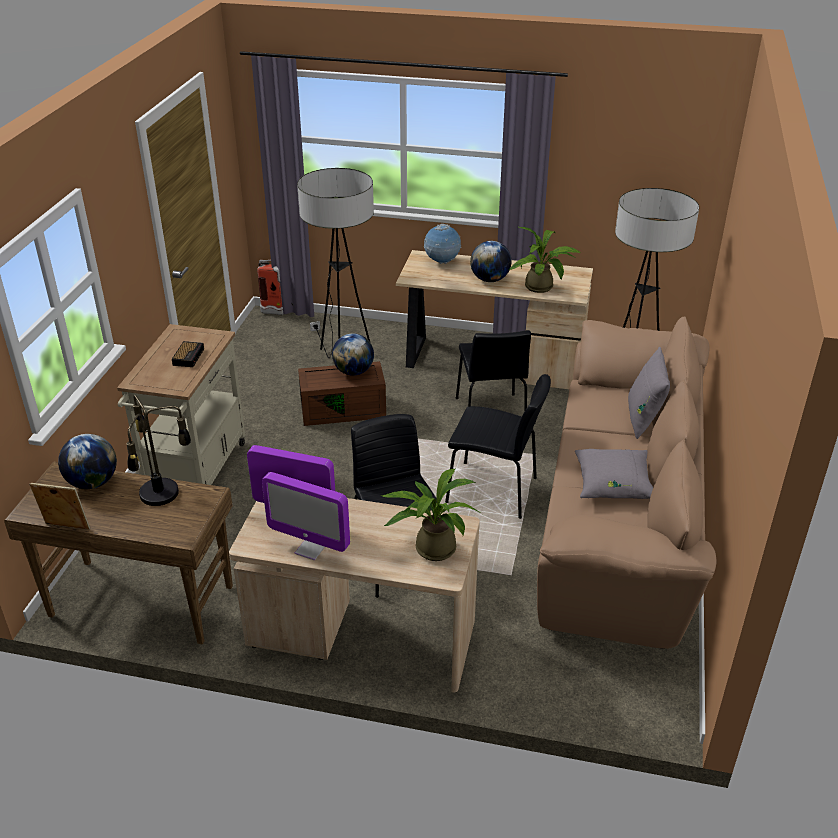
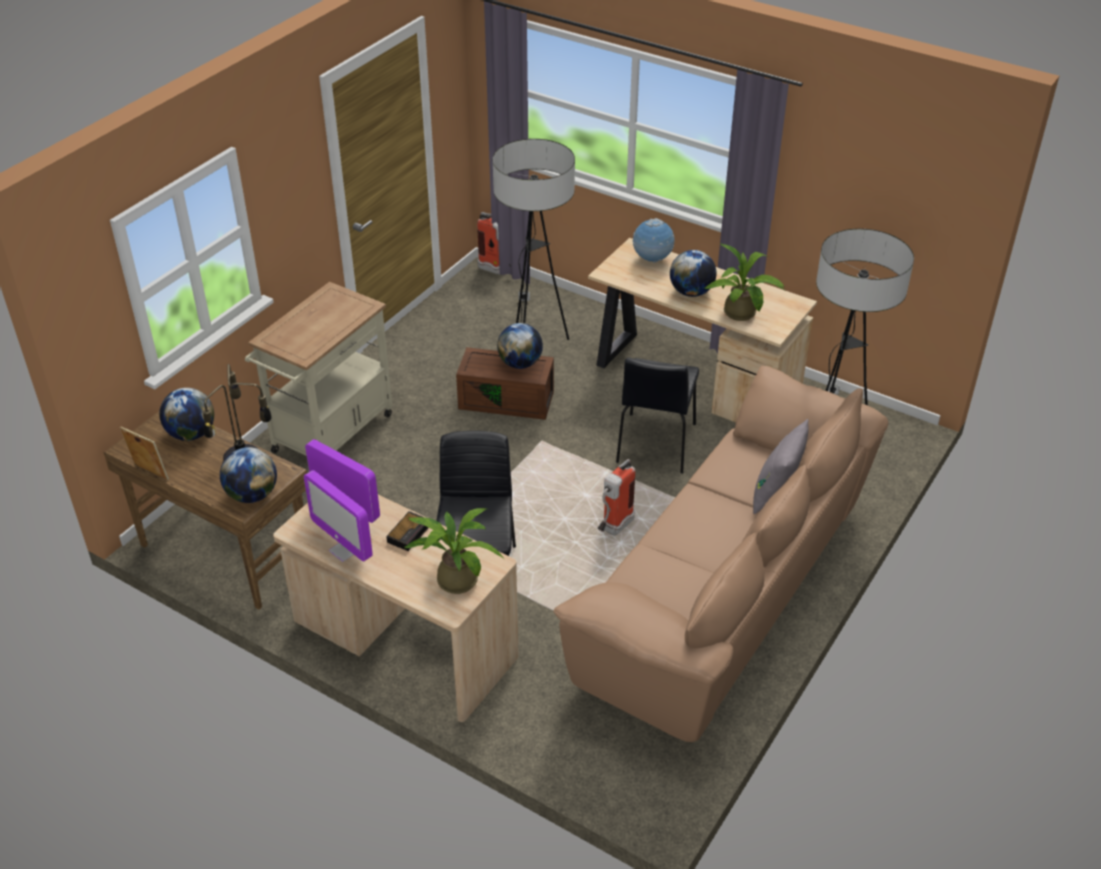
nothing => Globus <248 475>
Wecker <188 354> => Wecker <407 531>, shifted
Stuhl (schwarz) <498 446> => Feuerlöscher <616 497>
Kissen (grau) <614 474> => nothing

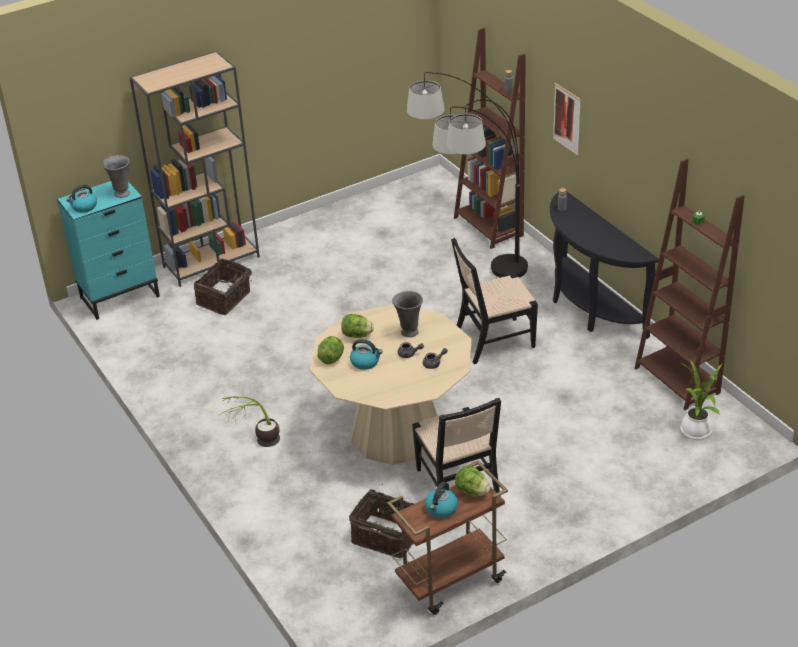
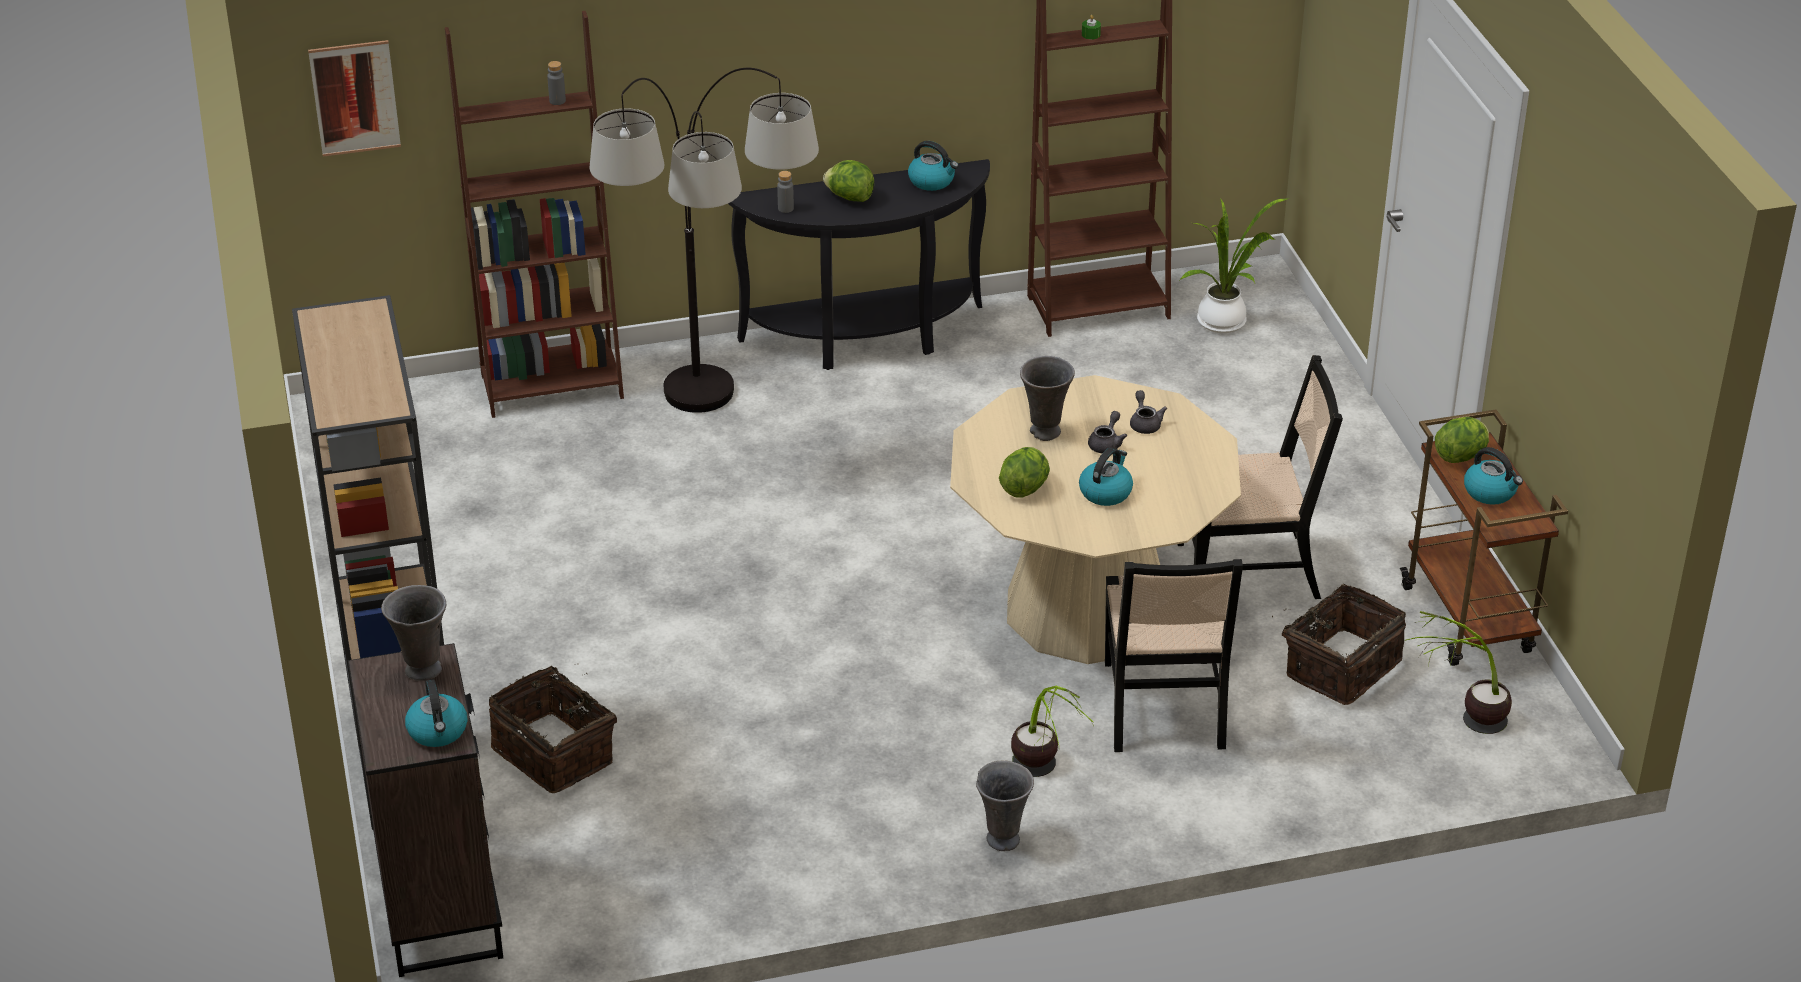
Bild <567 119> => Bild <354 98>, shifted
Kommode (türkis) <108 250> => Kommode (braun) <425 810>
Salatkopf <330 350> => Salatkopf <848 181>, shifted
nothing => Wasserkessel <933 166>
nothing => Vase (grau) <1005 806>
Stuhl <494 301> => Stuhl <1174 655>, shifted
nothing => Topfpflanze <1459 672>

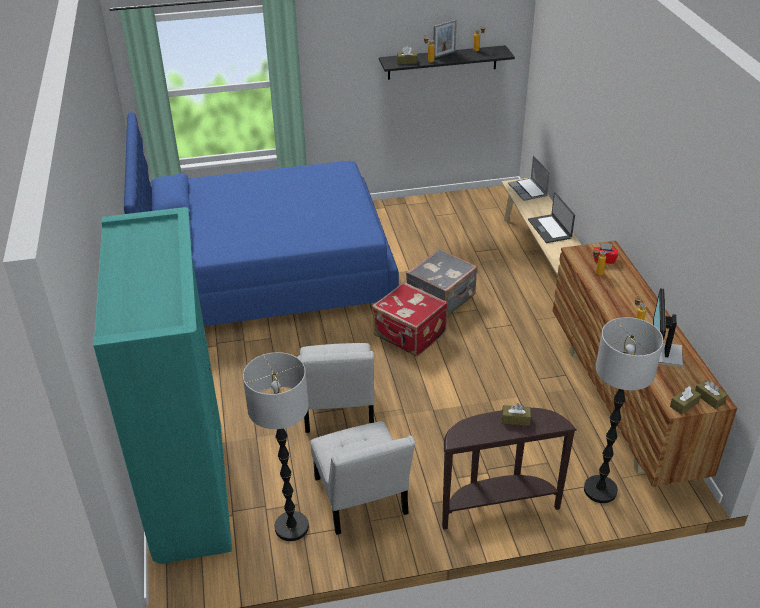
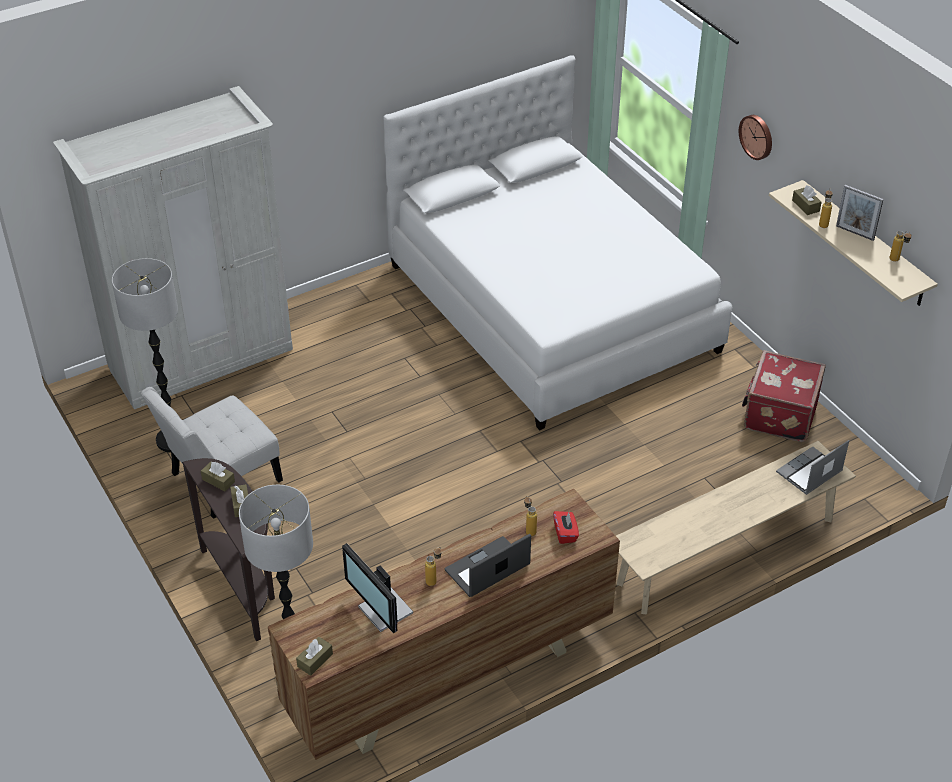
Kleiderschrank (türkis) <162 385> => Kleiderschrank (weiß) <173 247>
Taschentuchbox (braun) <685 400> => Taschentuchbox (braun) <218 476>, shifted
Monitor <668 327> => Monitor <377 588>, 120 degrees counterclockwise
Bett (blau) <261 219> => Bett (weiß) <557 242>
Laptop <551 217> => Laptop <487 565>, shifted
nothing => Wanduhr <755 137>
Koffer (rot) <410 319> => Koffer (rot) <784 396>, shifted
Wandregal (schwarz) <447 62> => Wandregal (beige) <853 243>
Stuhl (weiß) <336 388> => nothing
Koffer (grau) <442 283> => nothing

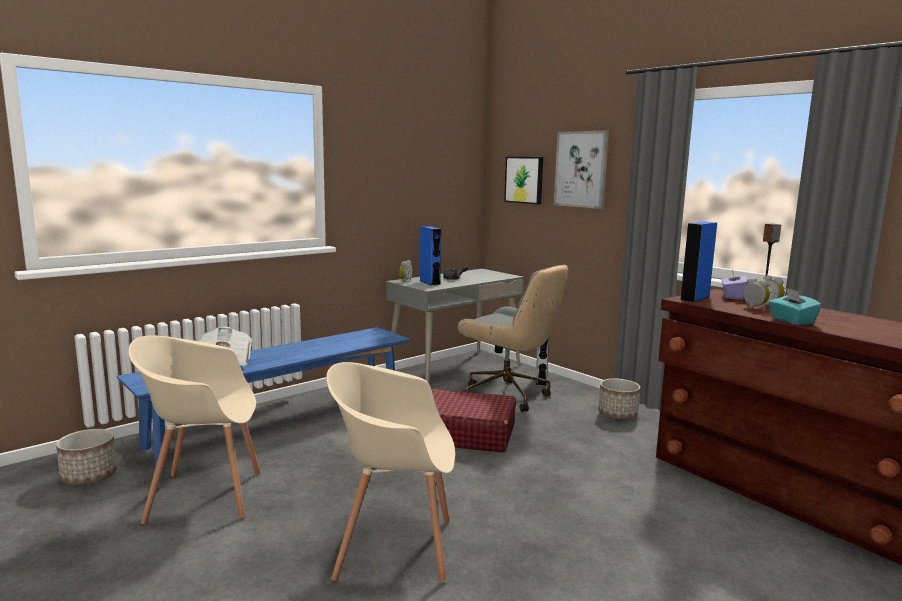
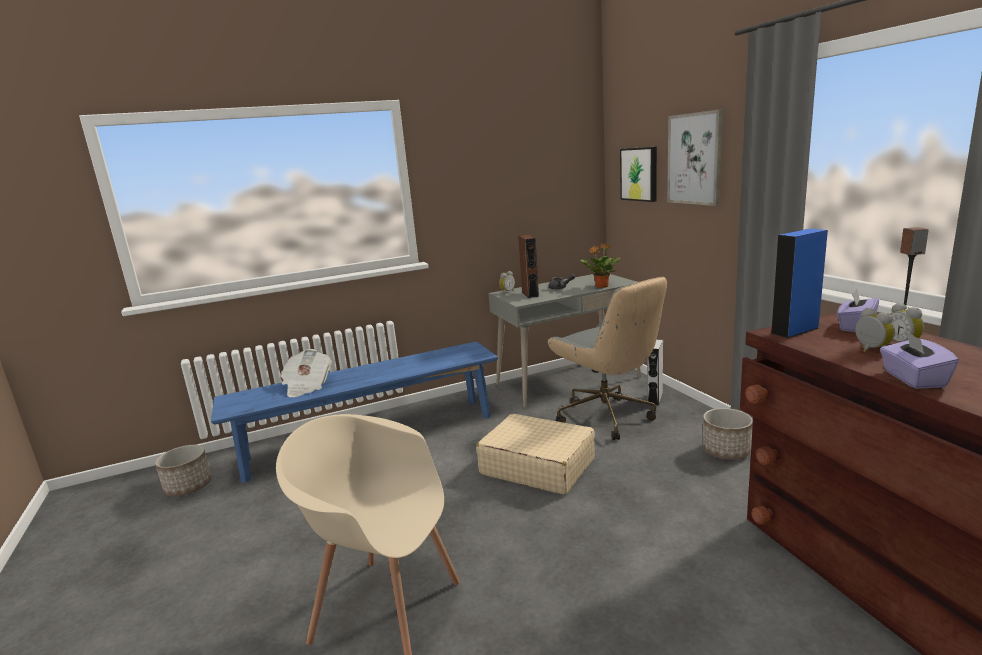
Koffer (rot) <474 420> => Koffer (beige) <535 454>
Lautsprecher (blau) <430 256> => Lautsprecher (braun) <528 266>
nothing => Topfpflanze <600 266>
Taschentuchbox (türkis) <795 306> => Taschentuchbox (lila) <919 360>
Stuhl (beige) <194 429> => nothing

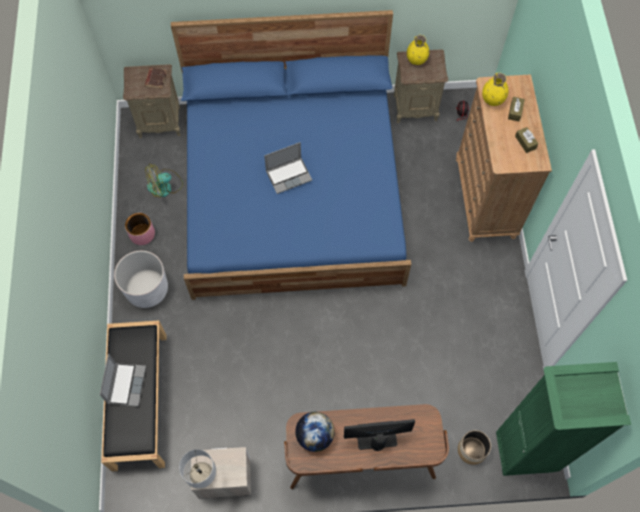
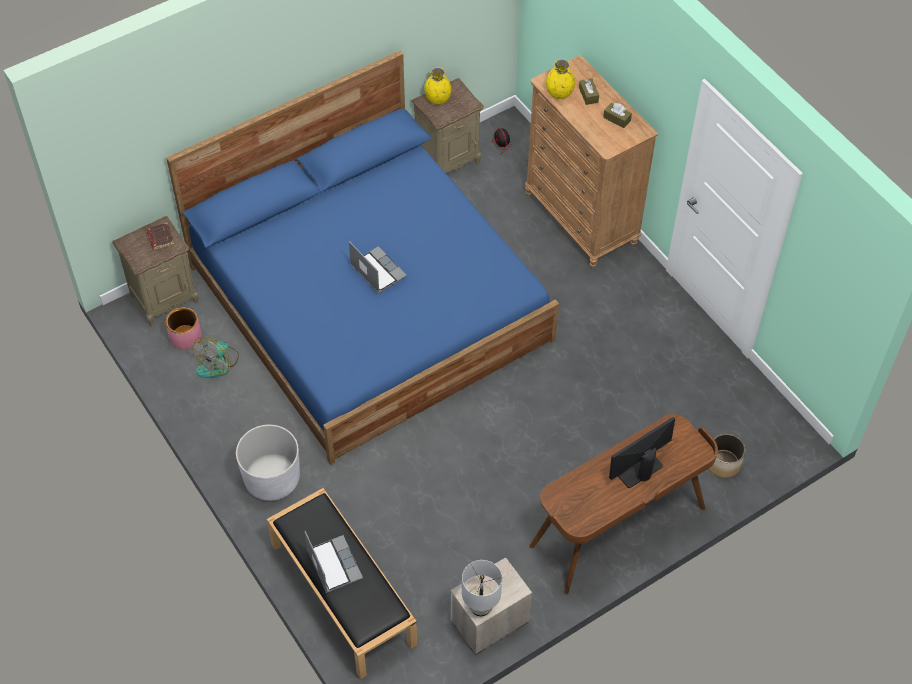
Pflanzkübel (rosa) <140 229> => Pflanzkübel (rosa) <184 328>, shifted
Laptop <288 168> => Laptop <378 267>, 75 degrees counterclockwise
Globus <315 432> => nothing
Schrank (grün) <563 419> => nothing

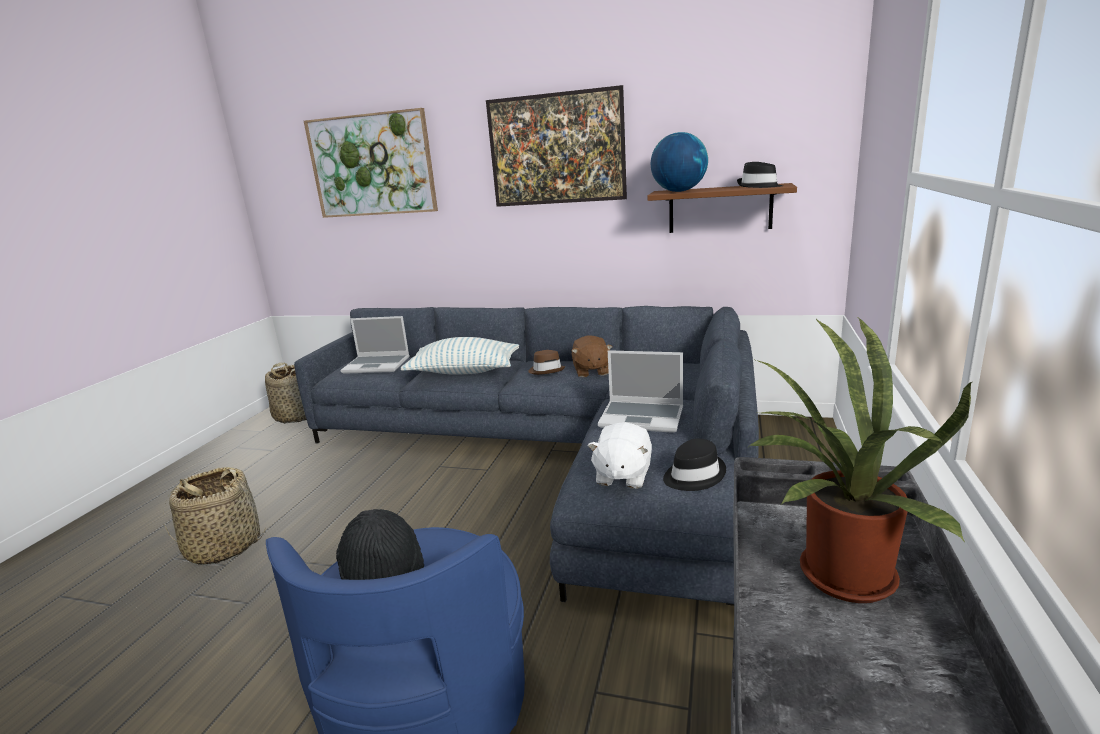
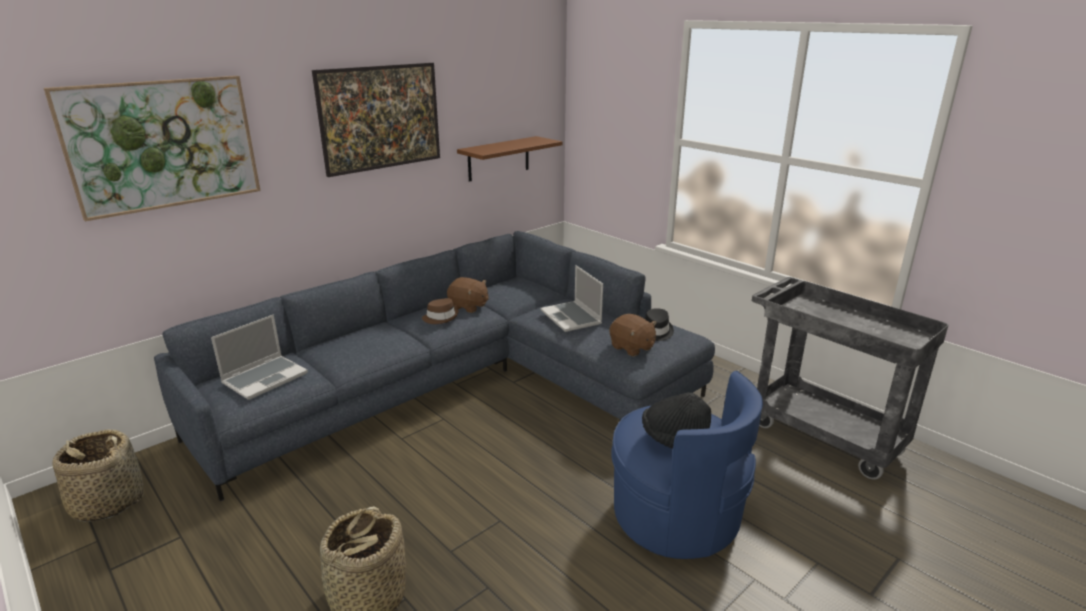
Laptop <640 391> => Laptop <572 298>, 105 degrees clockwise
Plüschtier (weiß) <619 455> => Plüschtier (braun) <633 335>
Kissen <460 356> => nothing
Globus <679 162> => nothing
Hut (schwarz) <760 175> => nothing
Topfpflanze <861 460> => nothing

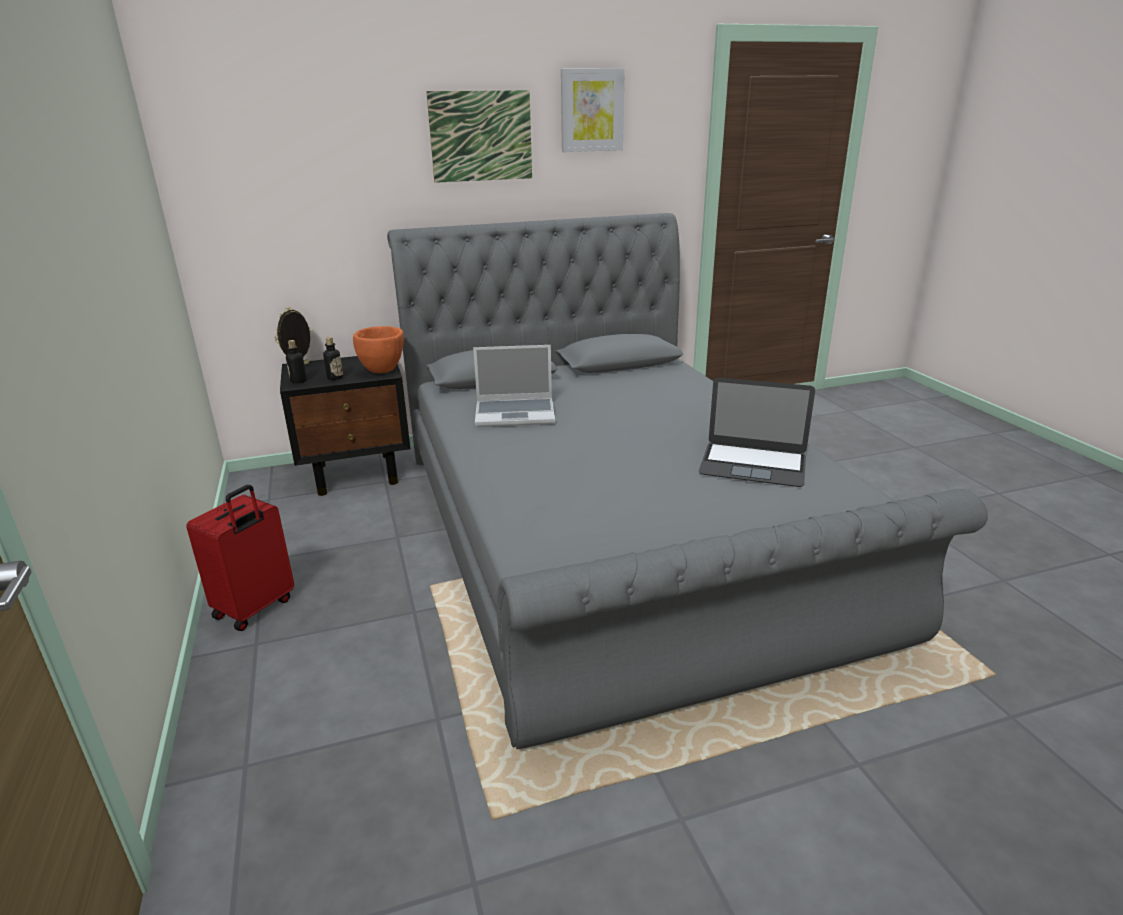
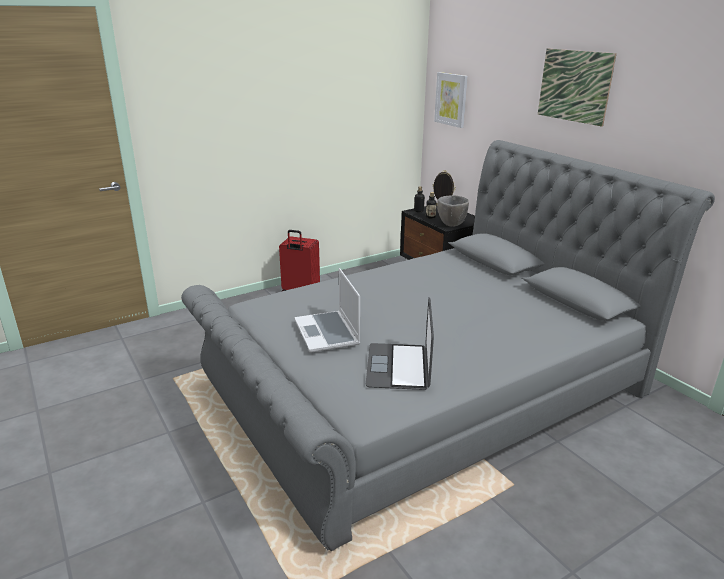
Laptop <514 386> => Laptop <327 310>, shifted
Bild <593 110> => Bild <451 100>, shifted
Schüssel (orange) <378 349> => Schüssel (grau) <453 211>

